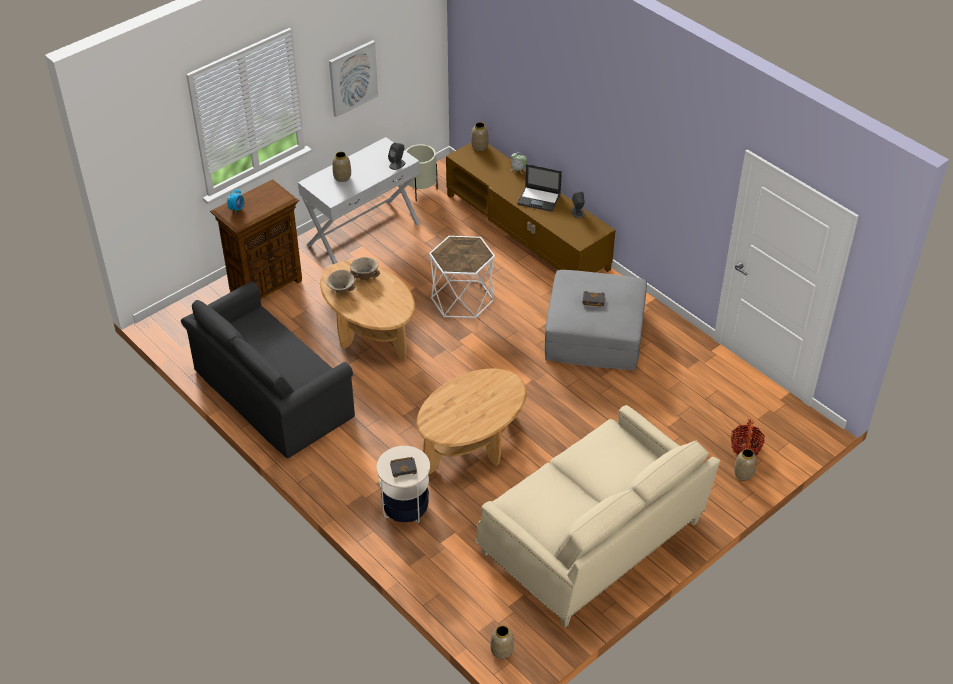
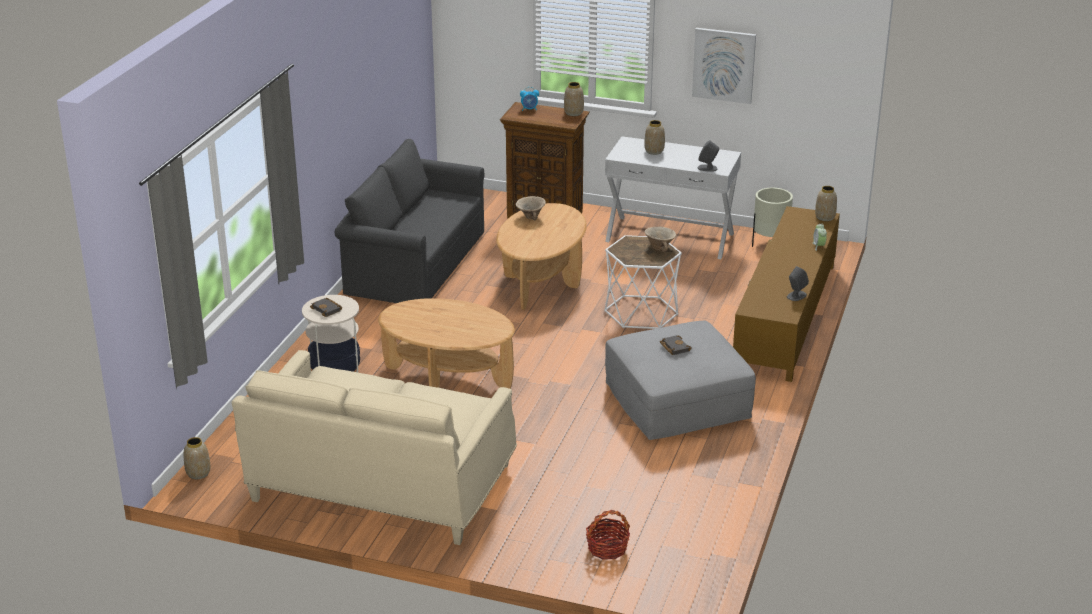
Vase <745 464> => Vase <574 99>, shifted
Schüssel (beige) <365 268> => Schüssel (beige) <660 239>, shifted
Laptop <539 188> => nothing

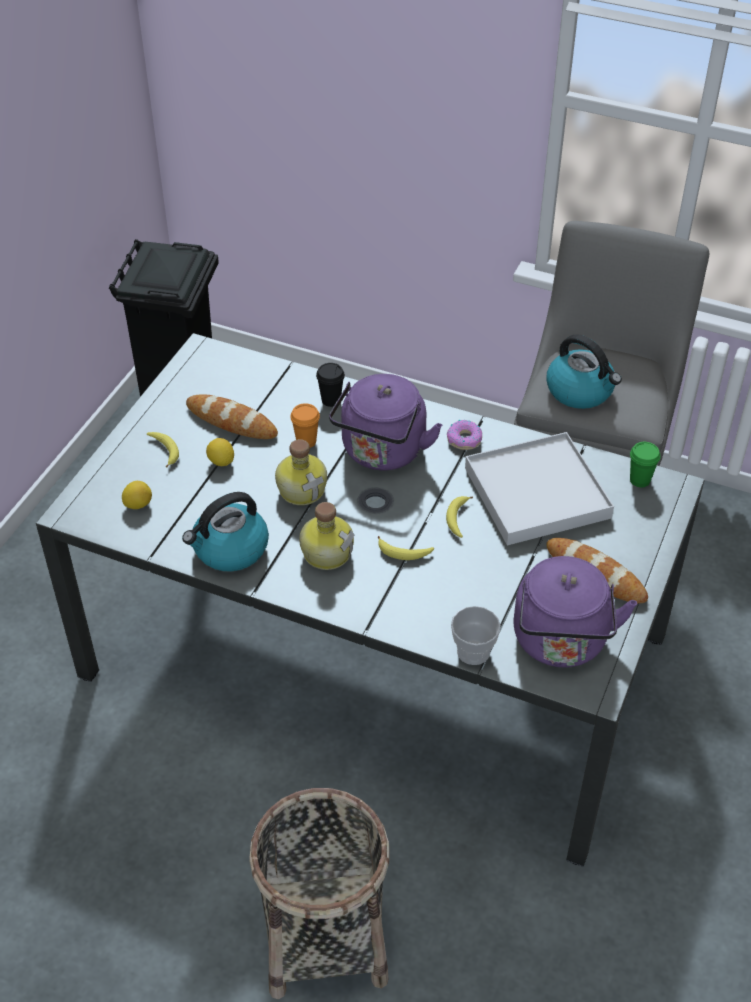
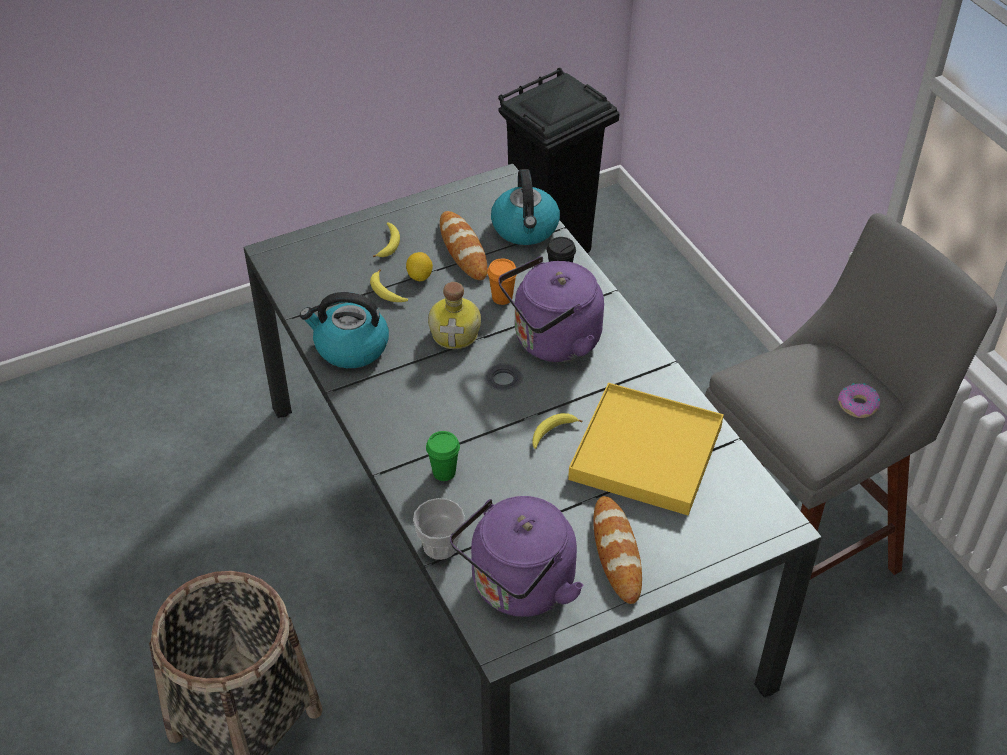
Banane <406 548> => Banane <389 285>, shifted
Tasse (grün) <645 464> => Tasse (grün) <443 456>, shifted
Wasserkessel <584 371> => Wasserkessel <525 207>, shifted
Tablett (weiß) <539 488> => Tablett (gelb) <646 449>
Donut <464 435> => Donut <859 400>, shifted
Zitrone <137 495> => nothing
Flasche <326 536> => nothing

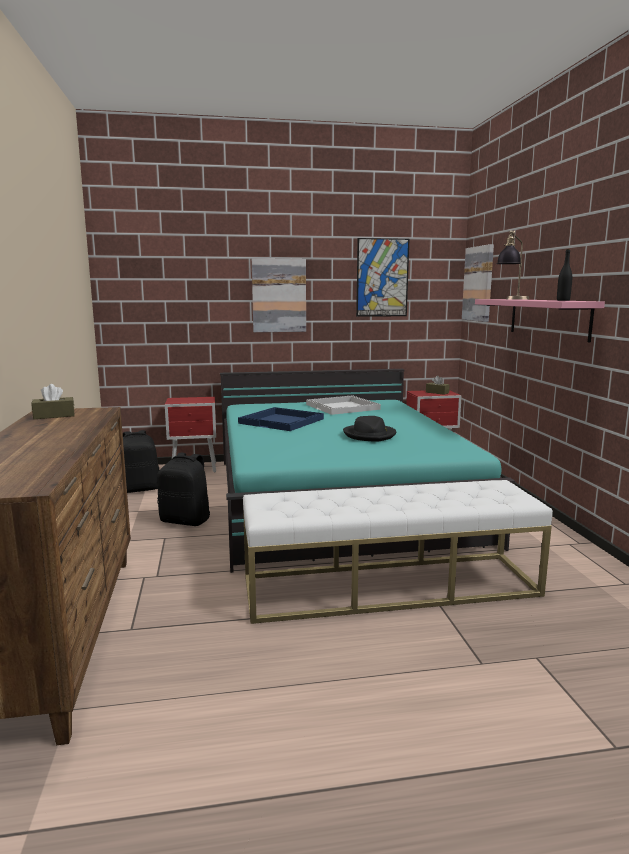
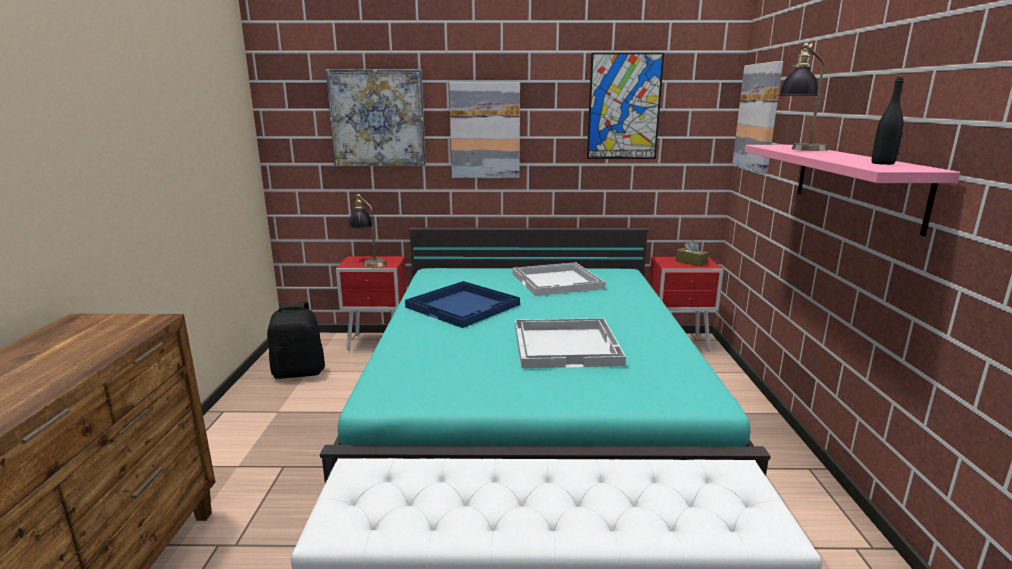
nothing => Bild <376 117>
nothing => Tischlampe <368 230>
Hut (schwarz) <369 429> => Tablett (weiß) <570 343>
Taschentuchbox (braun) <53 401> => nothing
Rucksack (schwarz) <183 489> => nothing

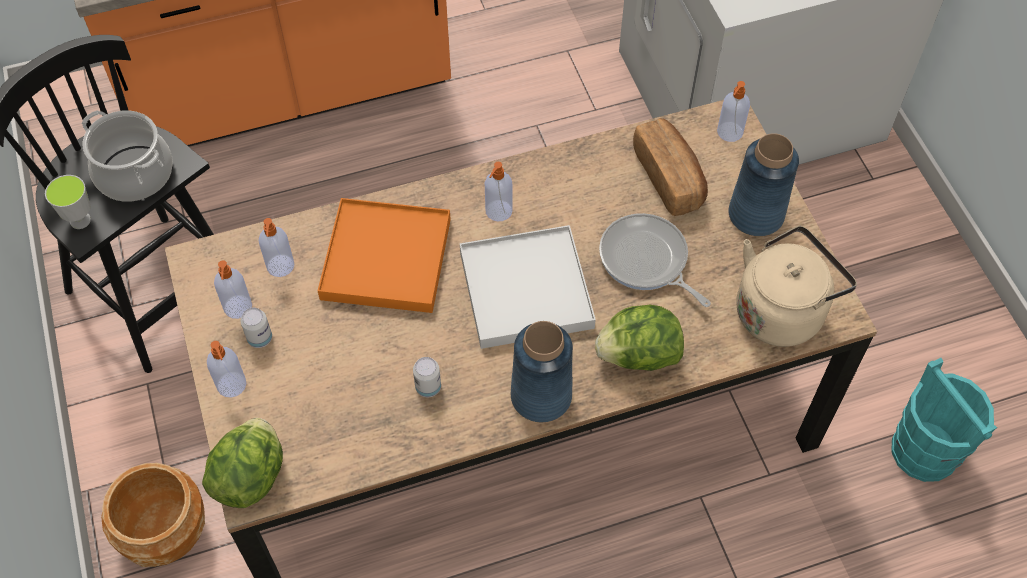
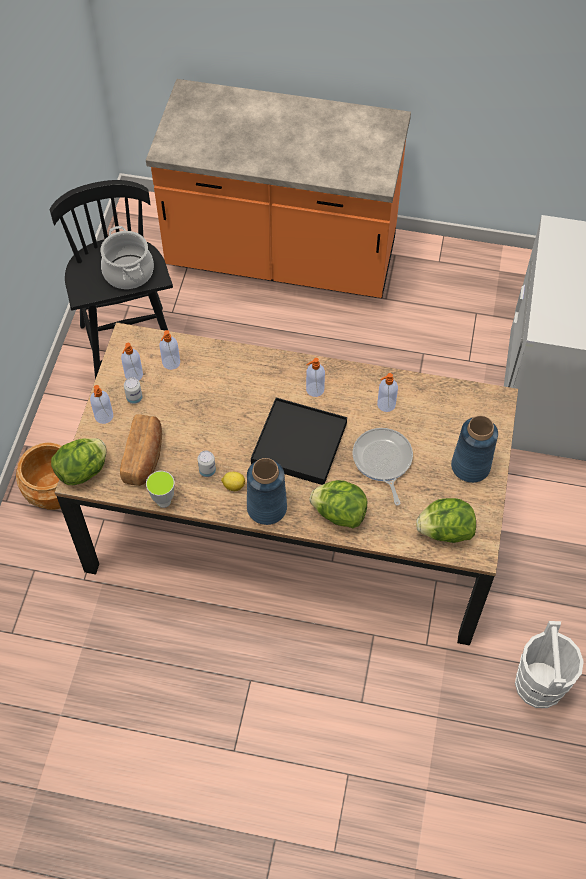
Brot <670 167> => Brot <141 450>, shifted
Tasse <68 202> => Tasse <160 489>, shifted
nothing => Zitrone <233 481>
Tablett (weiß) <528 287> => Tablett (schwarz) <299 441>
Seifenspender <733 111> => Seifenspender <387 392>, shifted
Wasserkessel (beige) <796 286> => Salatkopf <446 520>
Eimer (türkis) <944 420> => Eimer (weiß) <549 664>
Tablett (orange) <384 255> => nothing

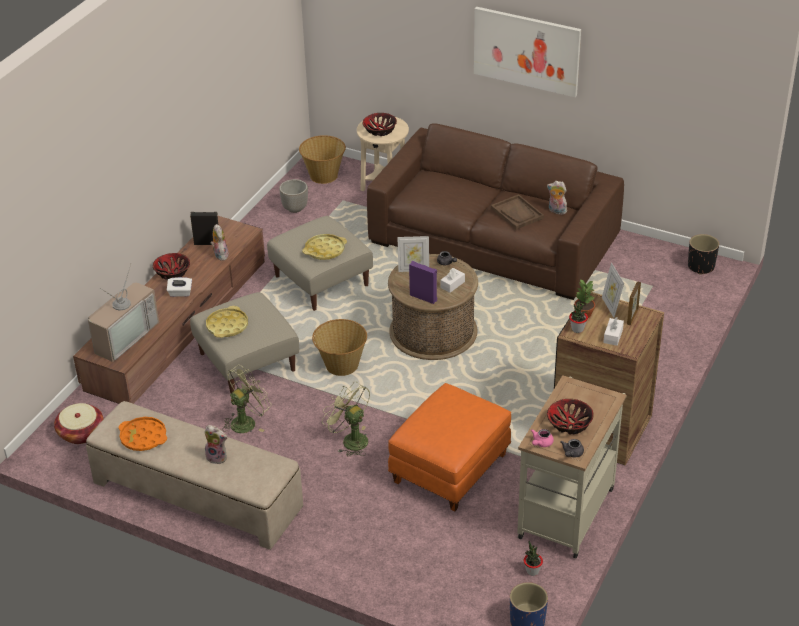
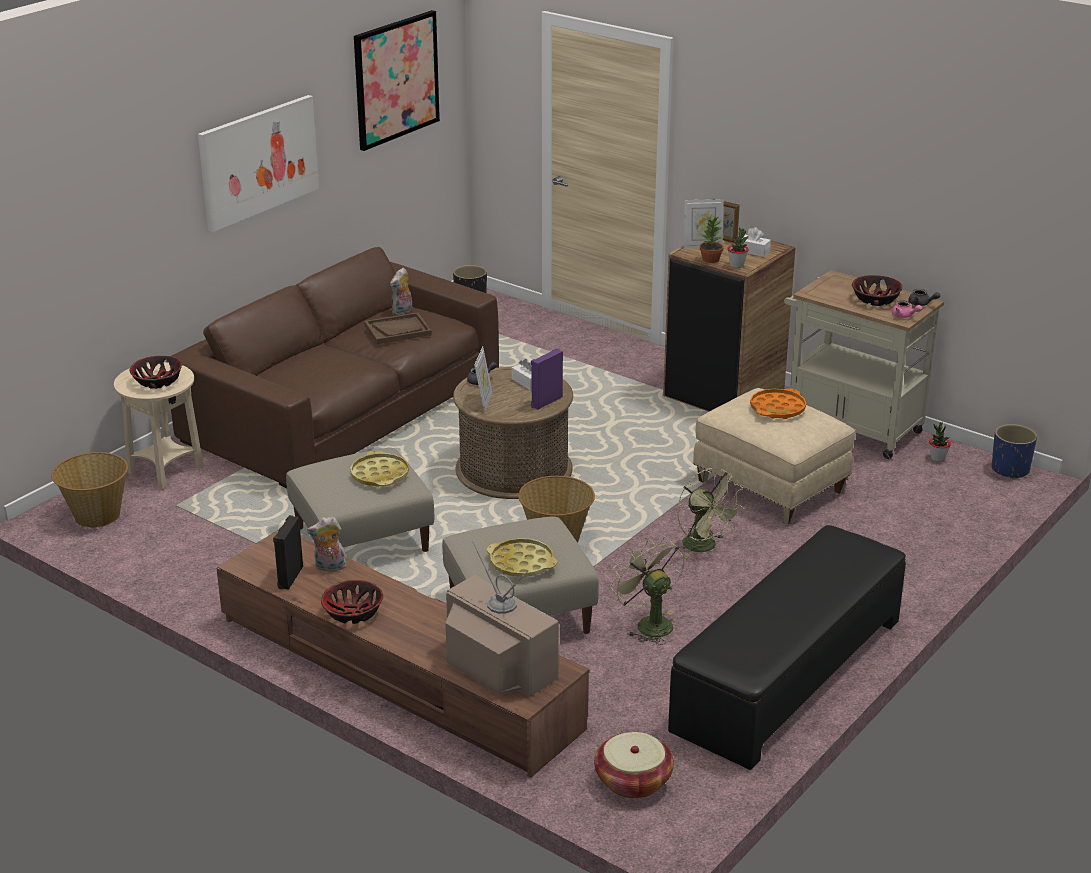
nothing => Bild <397 80>
Bank (beige) <194 475> => Bank (schwarz) <787 647>
Ventilator (grün) <346 418> => Ventilator (grün) <710 513>, 90 degrees counterclockwise
Polsterhocker (orange) <449 447> => Polsterhocker (beige) <774 456>
Tablett (orange) <143 434> => Tablett (orange) <778 403>, shifted
Taschentuchbox (weiß) <179 287> => nothing
Plüschtier <215 445> => nothing
Pflanzkübel <293 196> => nothing

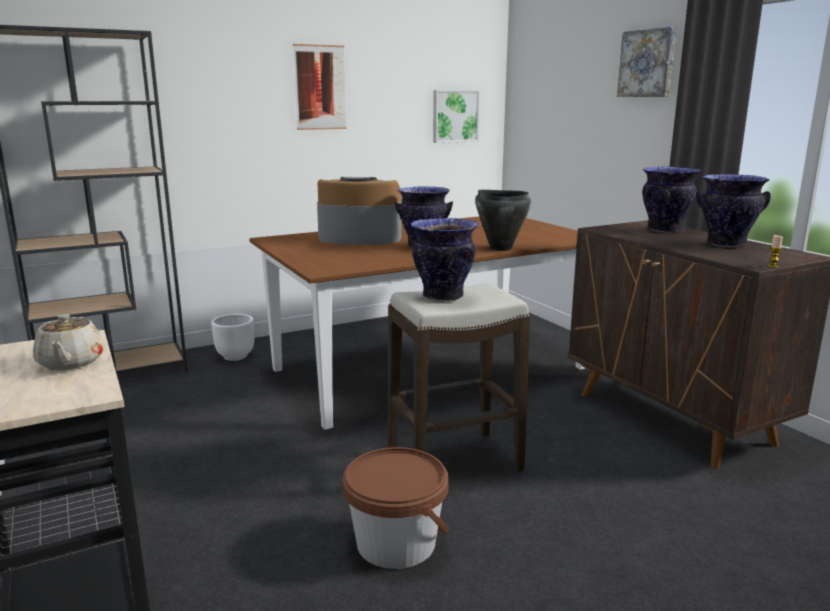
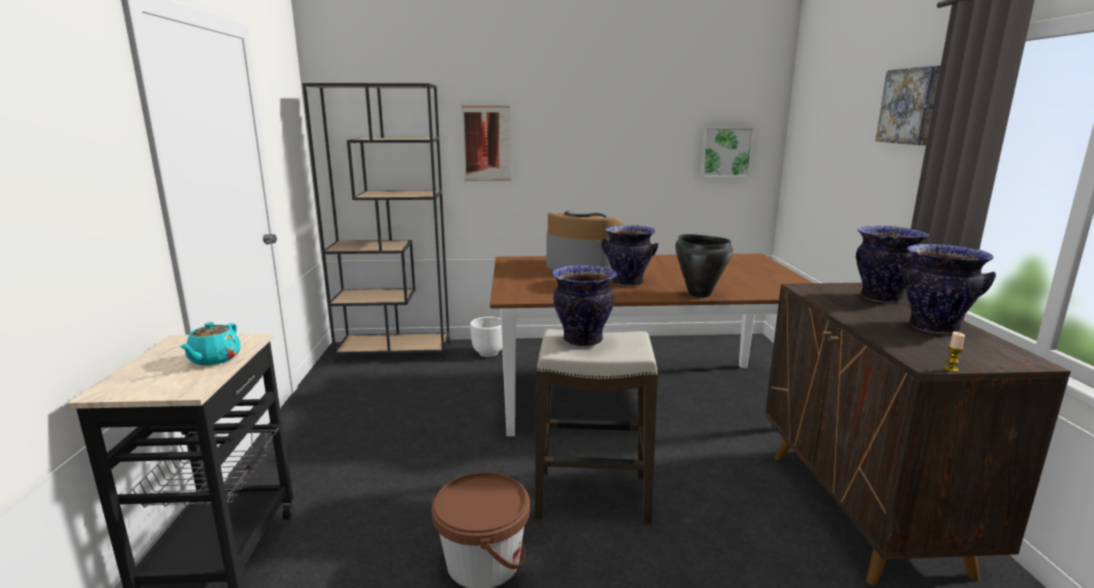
Teekanne (beige) <68 342> => Teekanne (türkis) <210 343>
Bild <320 87> => Bild <486 143>, shifted

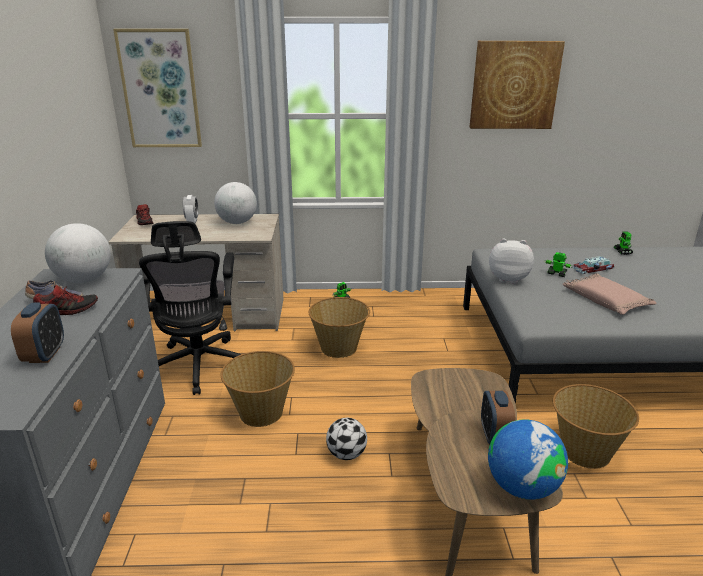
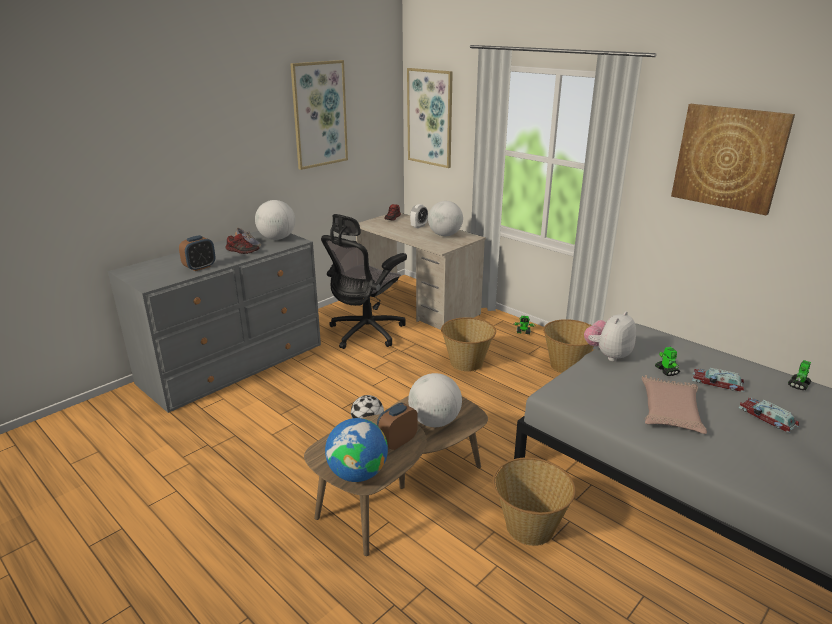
nothing => Bild <319 115>
nothing => Globus <435 400>
Korb <258 389> => Korb <568 346>, shifted
Plüschtier <511 261> => Plüschtier <610 336>, 105 degrees counterclockwise
nothing => Spielzeugauto <769 415>

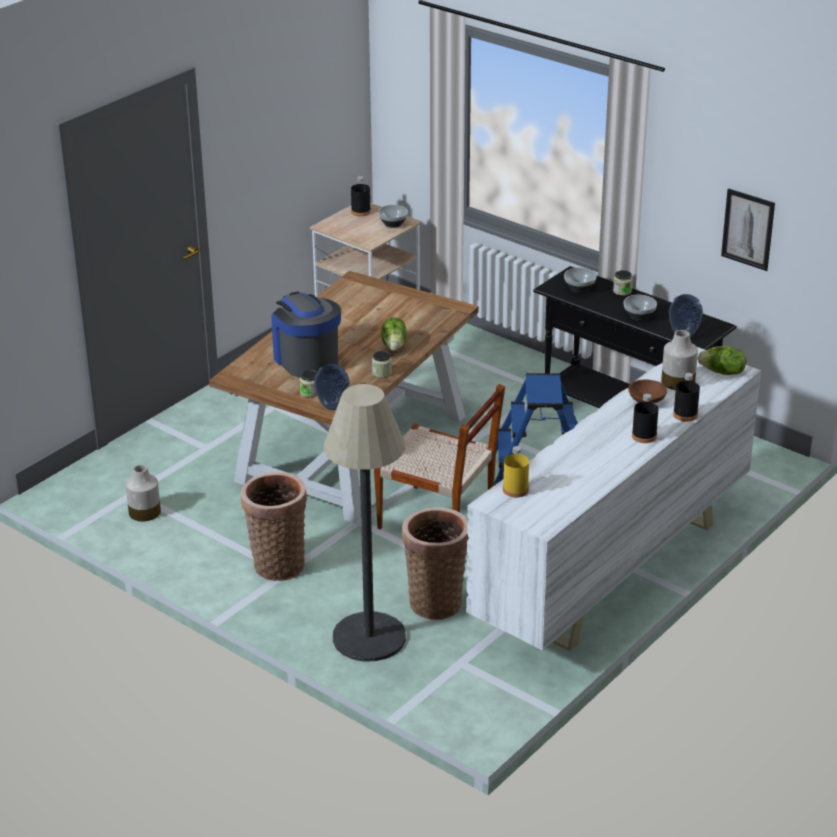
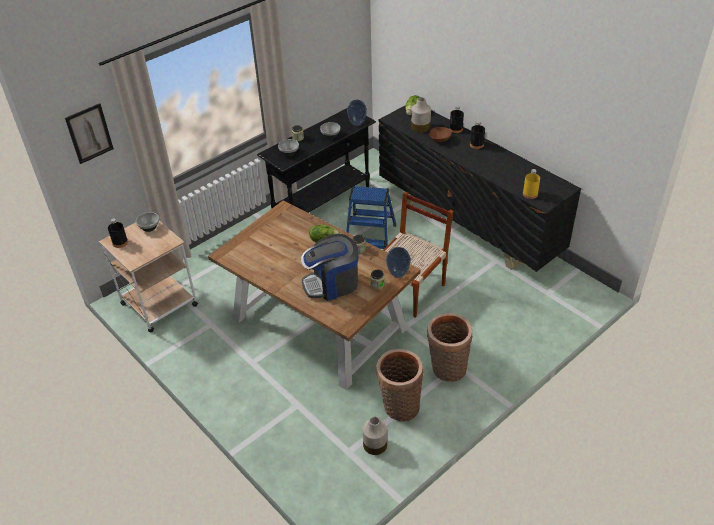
Bild <748 230> => Bild <89 133>, shifted
Korb <435 563> => Korb <399 385>, shifted
Schrank (weiß) <613 499> => Schrank (schwarz) <480 188>
Stehlampe <365 522> => nothing

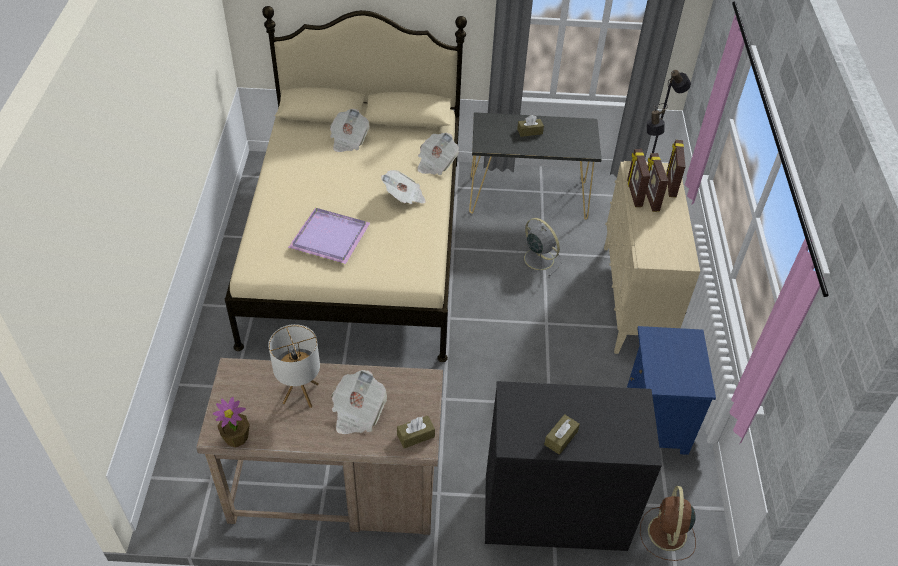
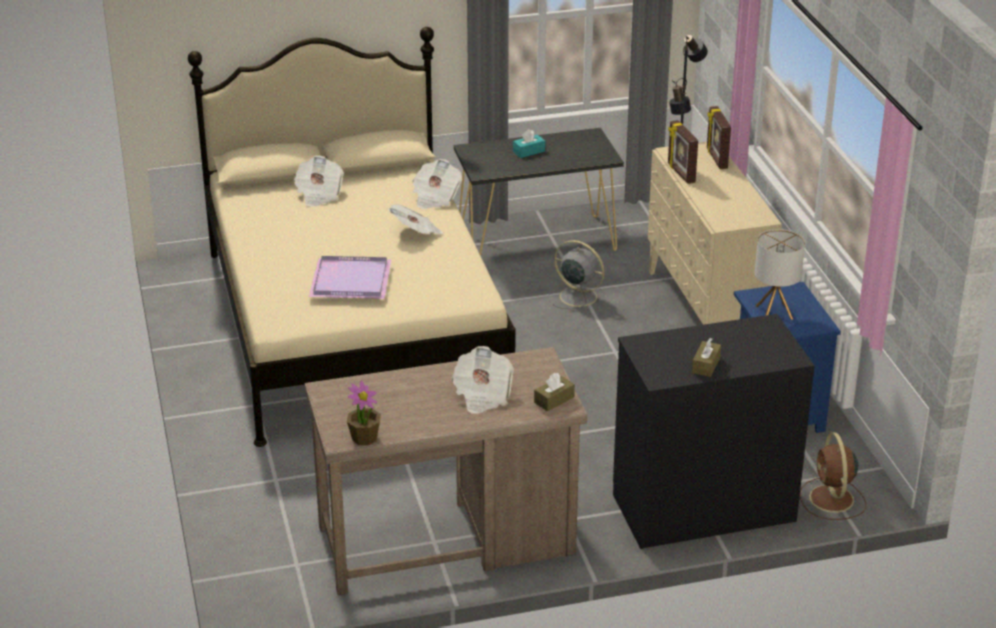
Taschentuchbox (braun) <530 126> => Taschentuchbox (türkis) <529 143>
Tischlampe <294 366> => Tischlampe <780 274>, shifted
Bilderrahmen <657 182> => nothing

